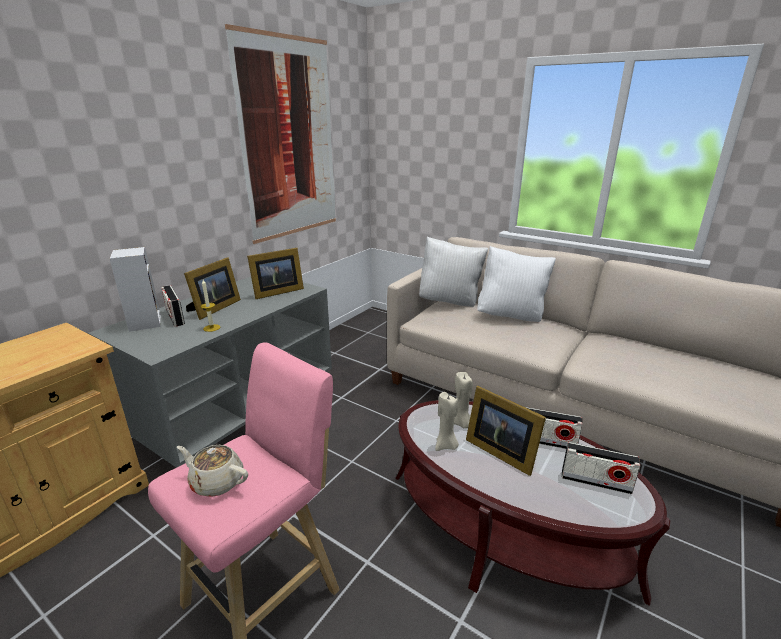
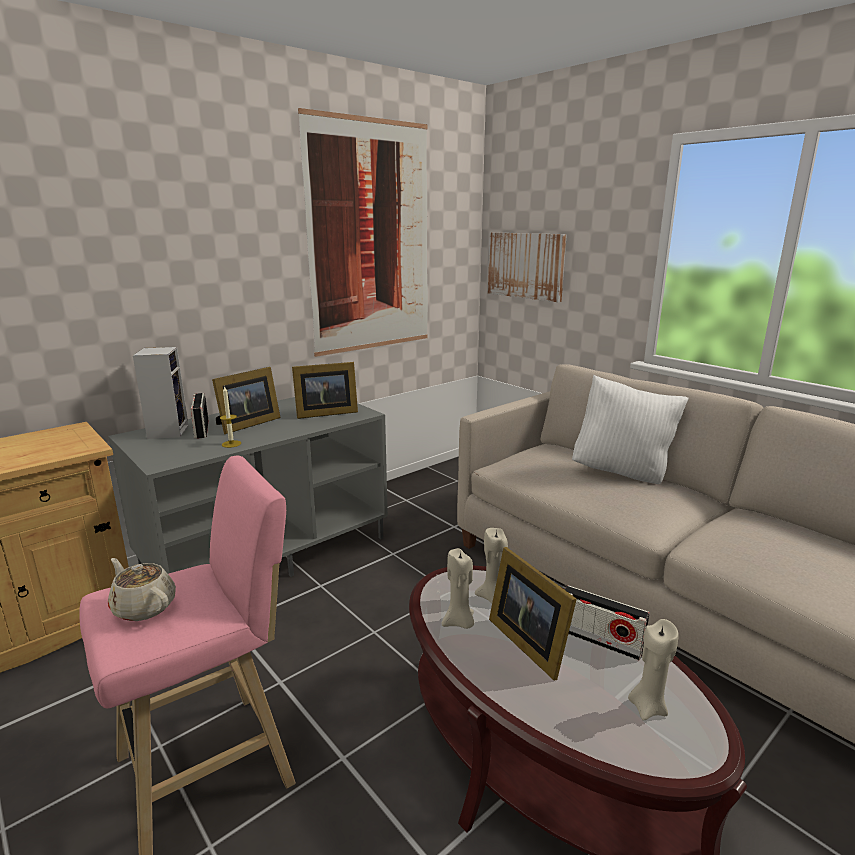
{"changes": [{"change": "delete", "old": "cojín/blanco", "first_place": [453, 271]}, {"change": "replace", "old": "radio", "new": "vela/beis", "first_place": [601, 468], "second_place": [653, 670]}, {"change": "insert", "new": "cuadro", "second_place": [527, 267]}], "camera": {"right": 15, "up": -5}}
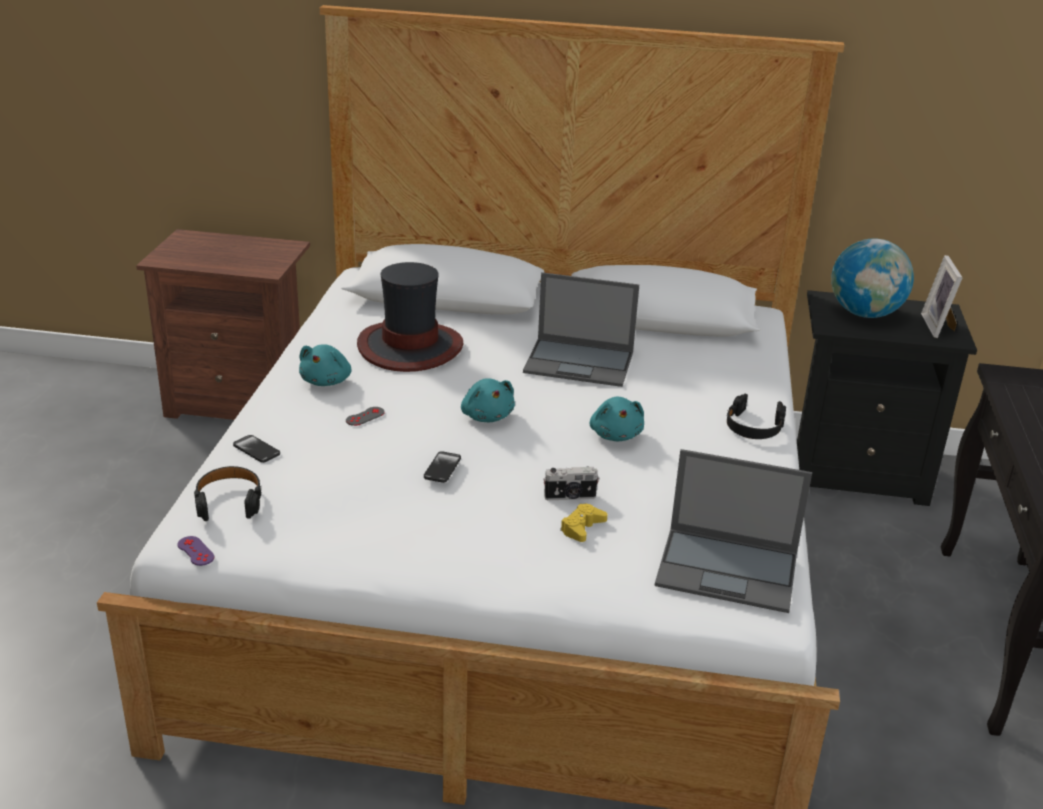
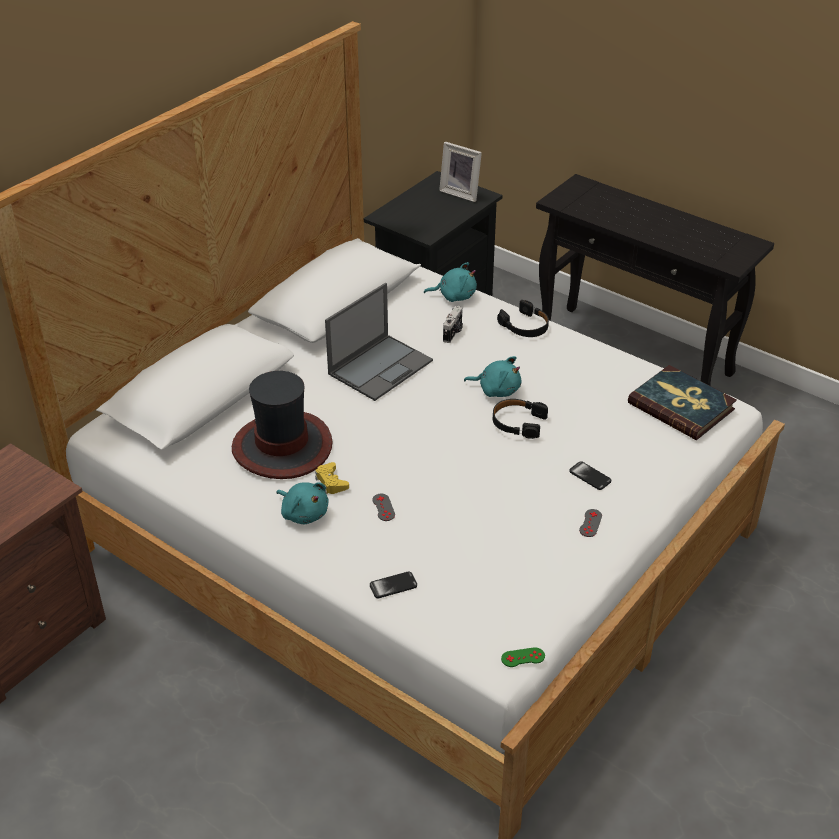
{"changes": [{"change": "recolor", "old": "mando de consola/morado", "new": "mando de consola/verde", "first_place": [195, 551], "second_place": [523, 657]}, {"change": "move", "old": "auriculares/negro", "first_place": [228, 493], "second_place": [520, 419]}, {"change": "move", "old": "móvil", "first_place": [442, 467], "second_place": [590, 475]}, {"change": "move", "old": "peluche/turquesa", "first_place": [488, 400], "second_place": [450, 282]}, {"change": "move", "old": "cámara", "first_place": [571, 483], "second_place": [453, 324]}, {"change": "move", "old": "mando de consola/amarillo", "first_place": [584, 523], "second_place": [332, 478]}, {"change": "replace", "old": "portátil", "new": "libro", "first_place": [733, 531], "second_place": [682, 402]}, {"change": "delete", "old": "globo terráqueo", "first_place": [872, 278]}, {"change": "insert", "new": "mando de consola/gris", "second_place": [590, 523]}], "camera": {"right": -60, "up": 10}}
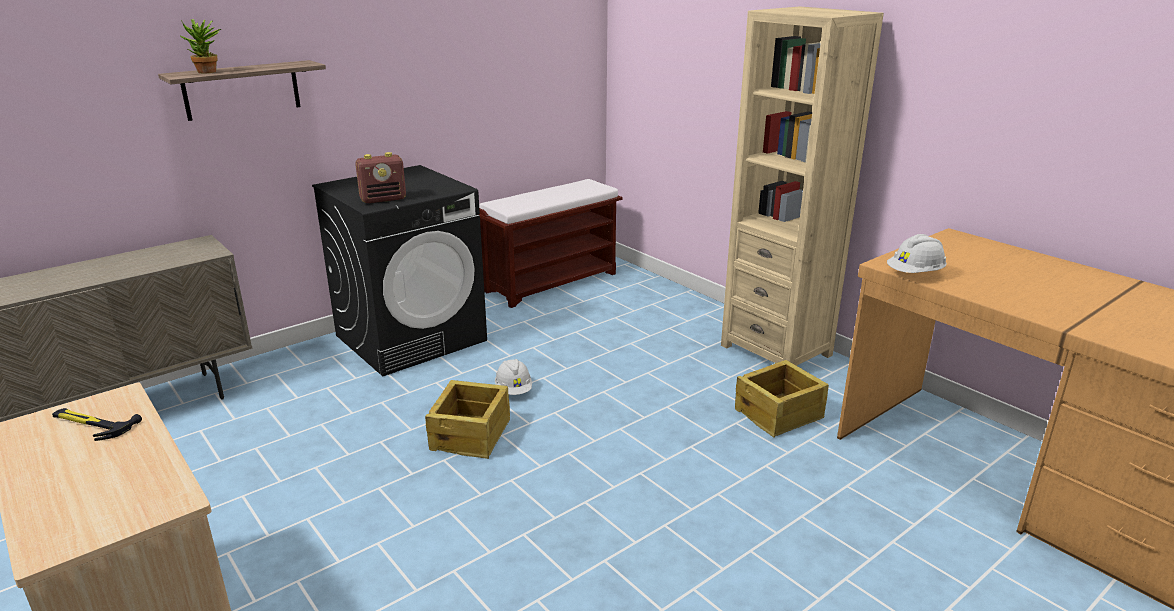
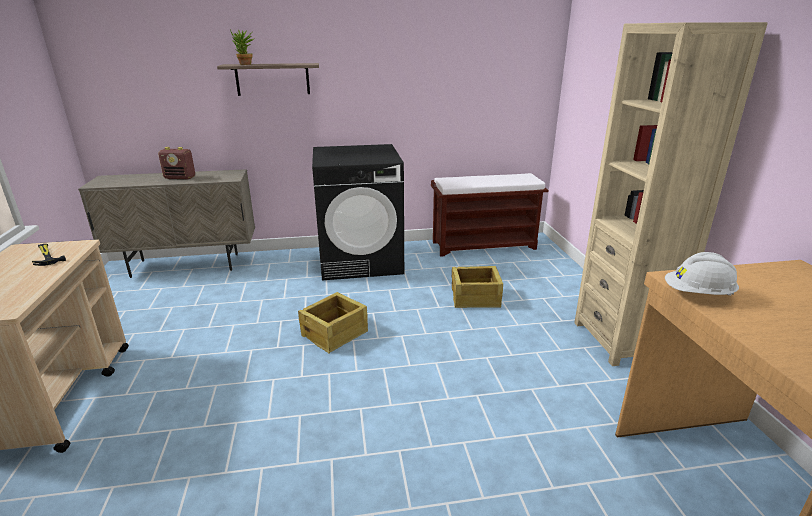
{"changes": [{"change": "move", "old": "radio", "first_place": [380, 178], "second_place": [176, 163]}, {"change": "delete", "old": "casco/blanco", "first_place": [513, 377]}, {"change": "move", "old": "caja de embalaje", "first_place": [782, 399], "second_place": [477, 287]}], "camera": {"right": 30, "up": 0}}
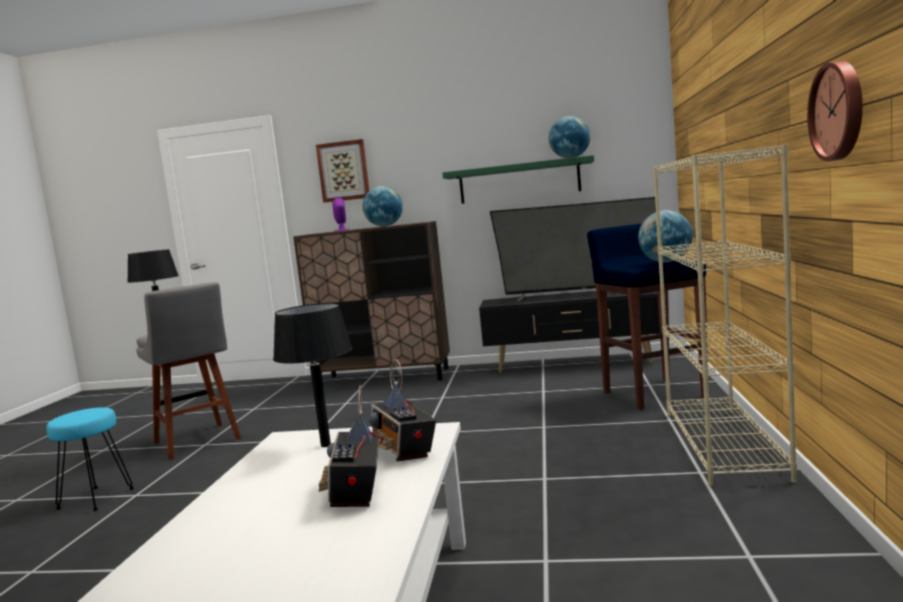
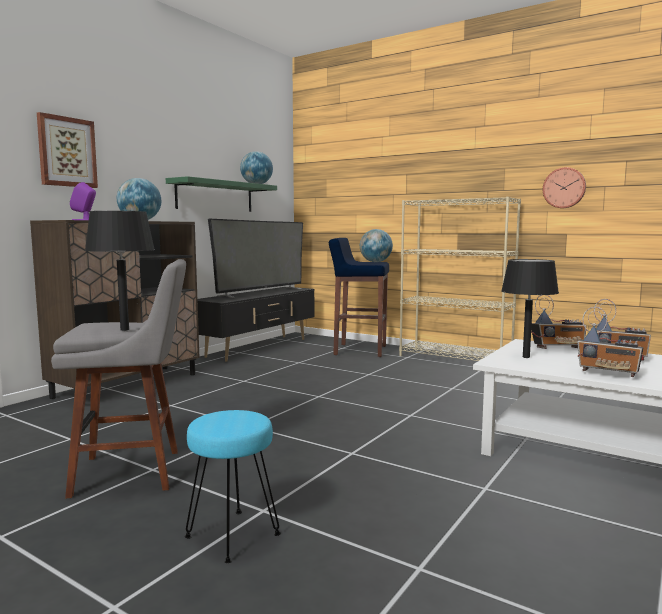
{"changes": [{"change": "insert", "new": "radio", "second_place": [610, 342]}], "camera": {"right": -65, "up": 0}}
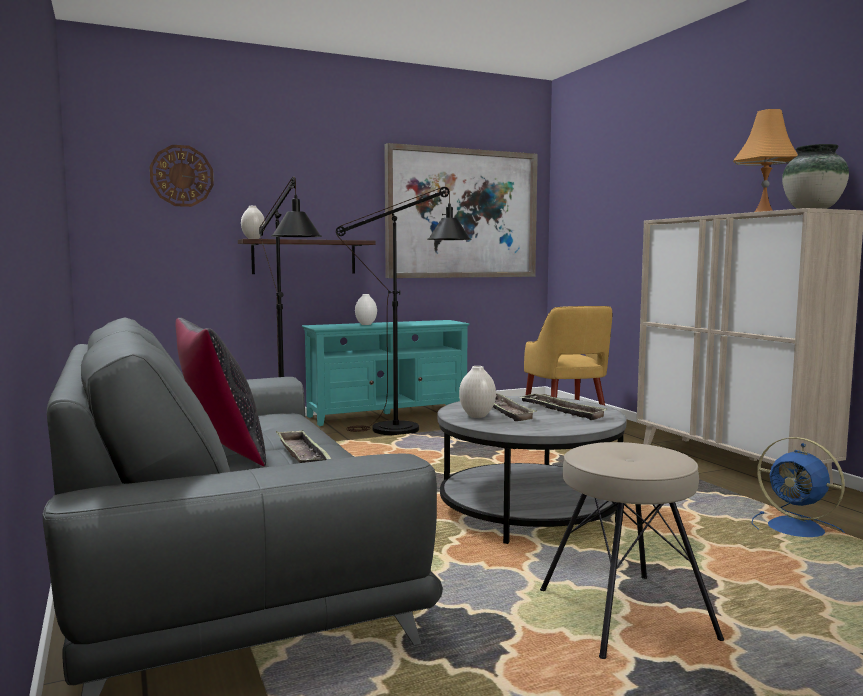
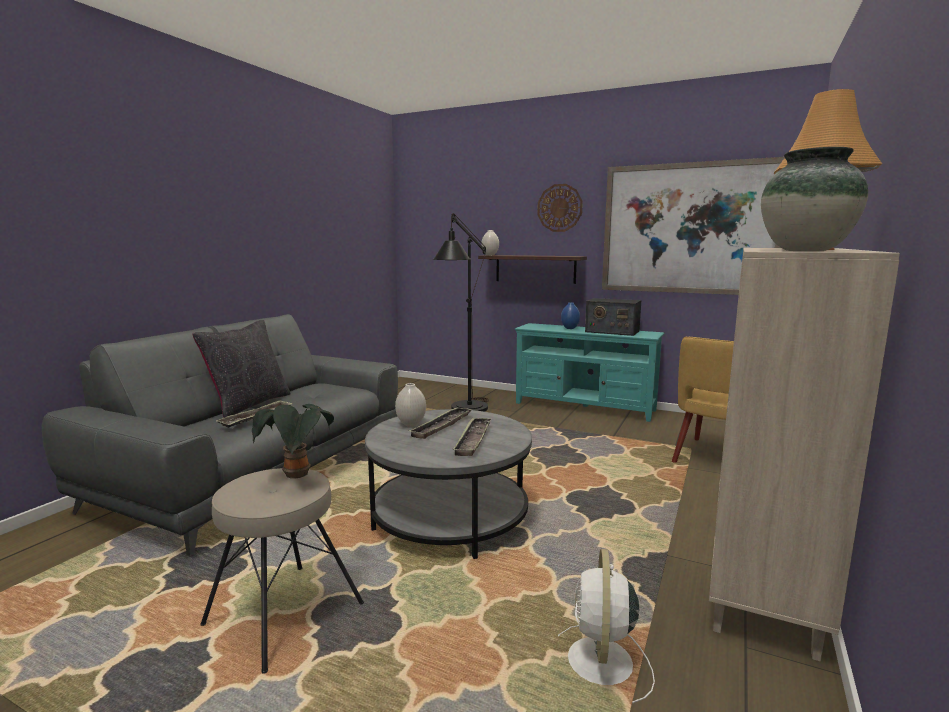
{"changes": [{"change": "move", "old": "reloj de pared", "first_place": [182, 176], "second_place": [560, 208]}, {"change": "delete", "old": "lámpara de pie/negro", "first_place": [403, 311]}, {"change": "recolor", "old": "florero/blanco", "new": "florero/azul", "first_place": [366, 309], "second_place": [570, 315]}, {"change": "recolor", "old": "ventilador/azul", "new": "ventilador/blanco", "first_place": [798, 487], "second_place": [606, 626]}, {"change": "insert", "new": "planta en maceta", "second_place": [293, 441]}, {"change": "insert", "new": "radio", "second_place": [613, 317]}], "camera": {"right": 50, "up": 5}}
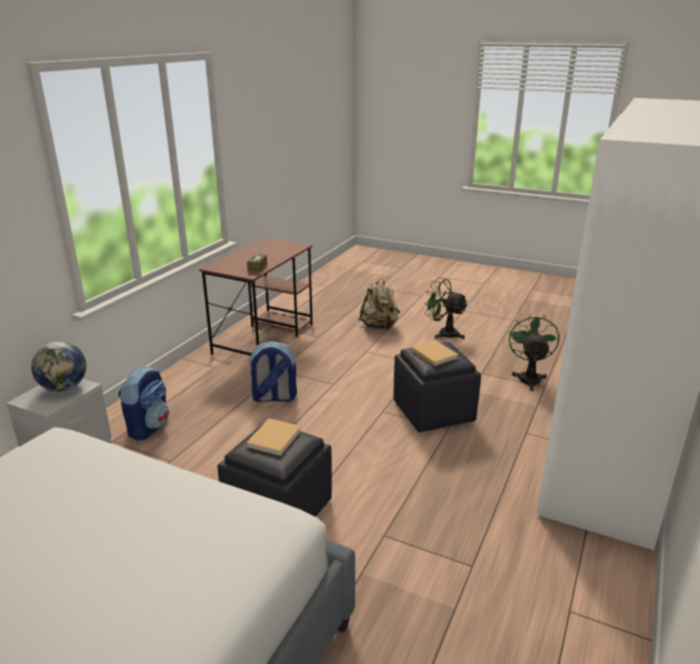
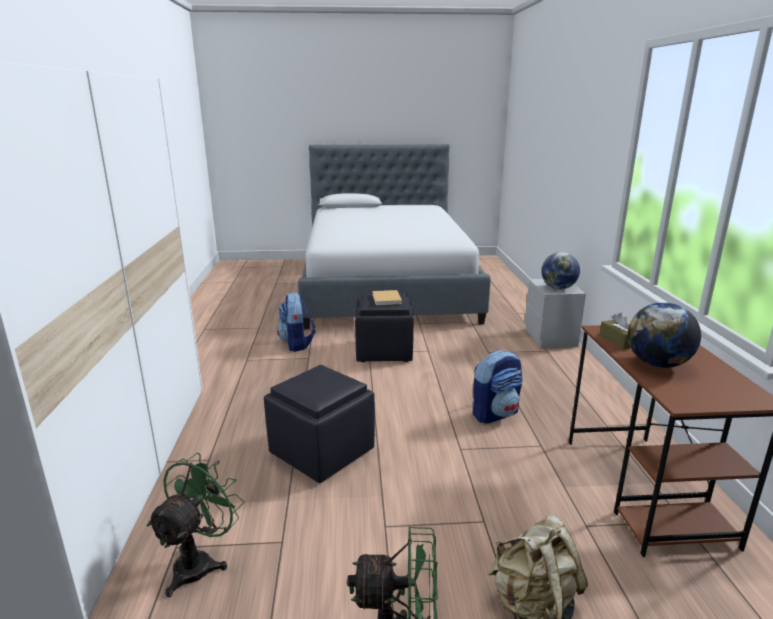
{"changes": [{"change": "move", "old": "mochila", "first_place": [143, 404], "second_place": [296, 322]}, {"change": "delete", "old": "libro/beis", "first_place": [435, 353]}, {"change": "rotate", "old": "ventilador/verde", "first_place": [534, 353], "second_place": [195, 525], "degrees": -135}, {"change": "insert", "new": "globo terráqueo", "second_place": [664, 335]}], "camera": {"right": 150, "up": -5}}
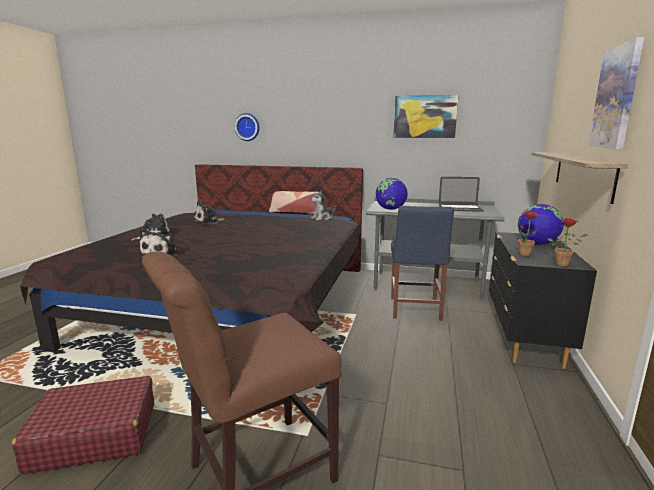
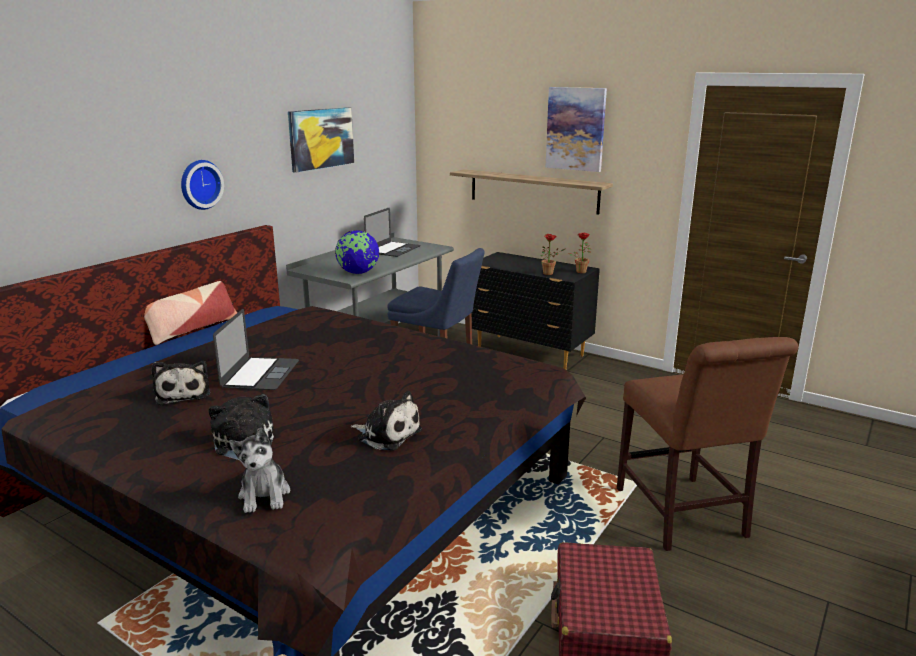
{"changes": [{"change": "move", "old": "reloj de pared", "first_place": [247, 127], "second_place": [202, 185]}, {"change": "move", "old": "peluche", "first_place": [323, 205], "second_place": [259, 470]}, {"change": "delete", "old": "globo terráqueo", "first_place": [541, 224]}, {"change": "insert", "new": "portátil", "second_place": [256, 349]}], "camera": {"right": -70, "up": 5}}
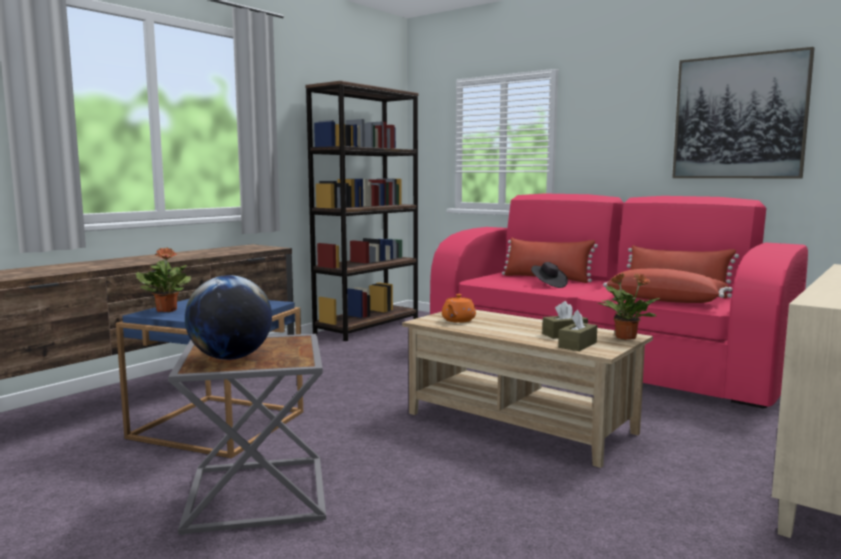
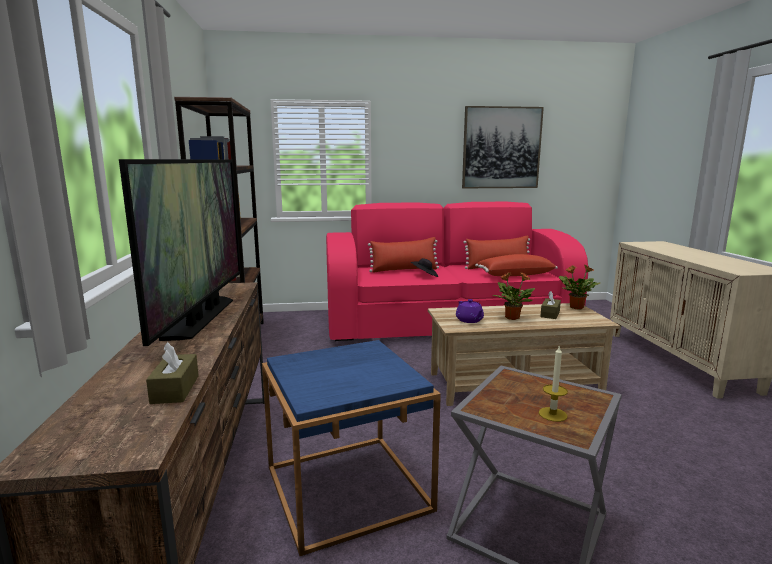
{"changes": [{"change": "move", "old": "planta en maceta", "first_place": [163, 279], "second_place": [514, 296]}, {"change": "replace", "old": "globo terráqueo", "new": "vela", "first_place": [228, 317], "second_place": [553, 383]}, {"change": "recolor", "old": "tetera/naranja", "new": "tetera/morado", "first_place": [459, 308], "second_place": [470, 311]}, {"change": "move", "old": "caja de pañuelos/marrón", "first_place": [577, 330], "second_place": [172, 373]}, {"change": "insert", "new": "televisor", "second_place": [180, 252]}], "camera": {"right": -45, "up": 5}}
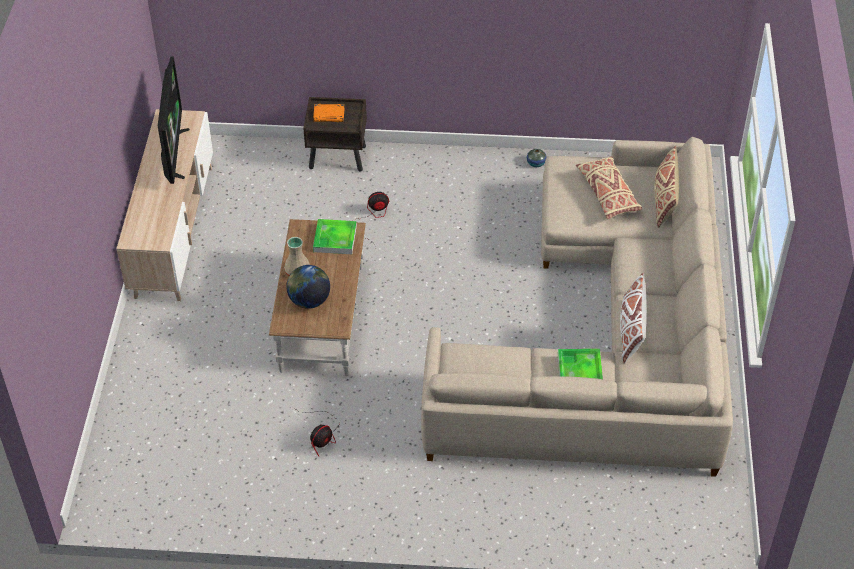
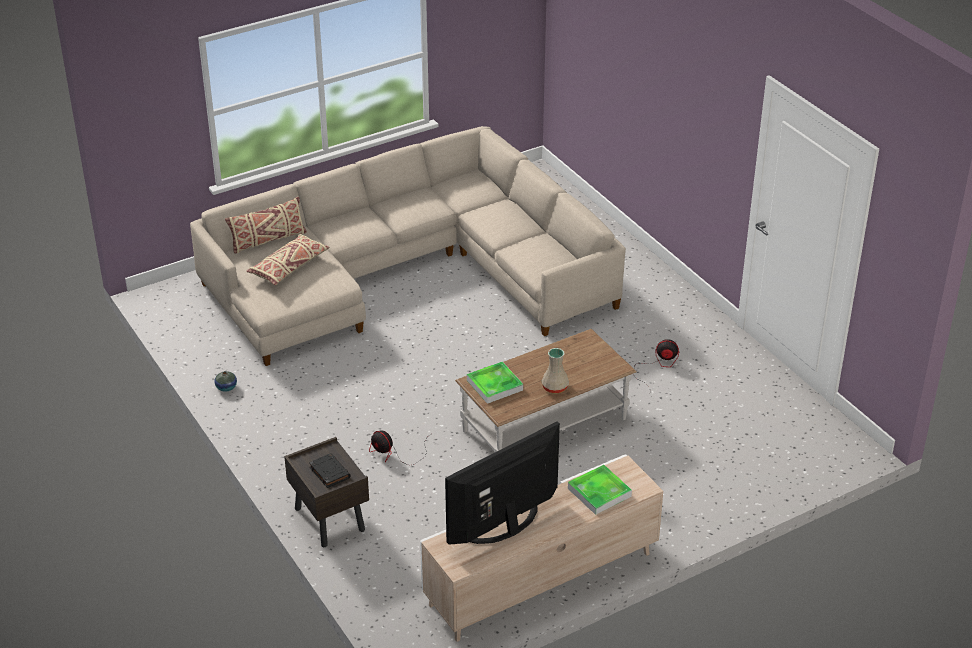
{"changes": [{"change": "delete", "old": "globo terráqueo", "first_place": [308, 287]}, {"change": "recolor", "old": "libro/naranja", "new": "libro/negro", "first_place": [329, 113], "second_place": [330, 470]}, {"change": "move", "old": "bandeja", "first_place": [580, 364], "second_place": [600, 490]}, {"change": "delete", "old": "cojín/blanco", "first_place": [633, 318]}], "camera": {"right": -125, "up": -10}}
